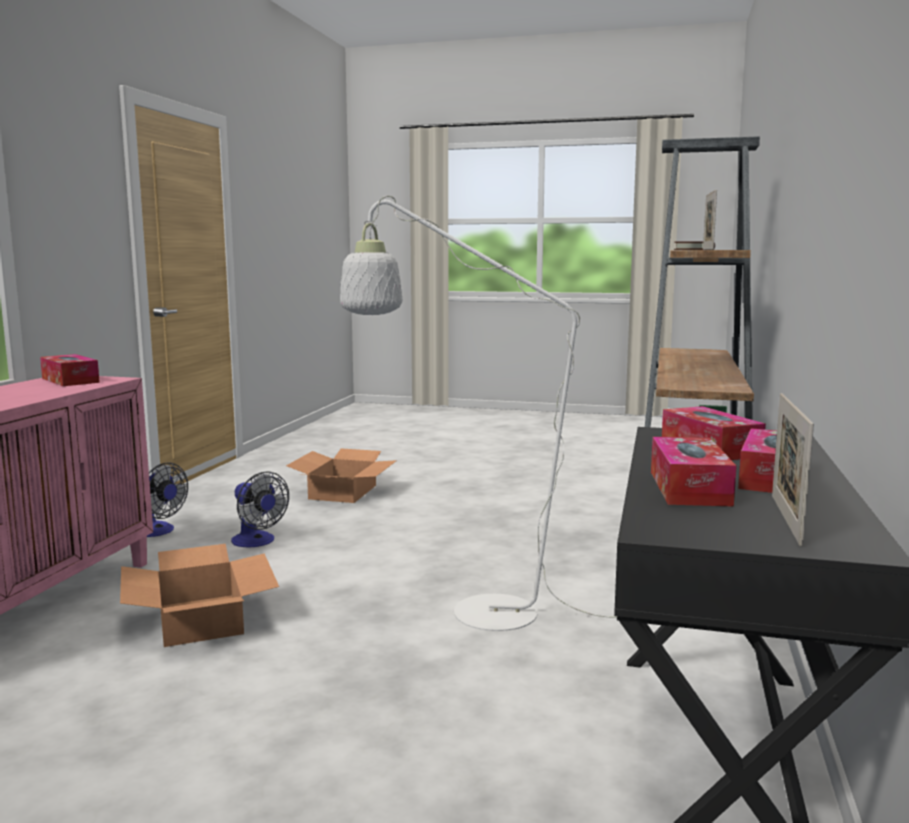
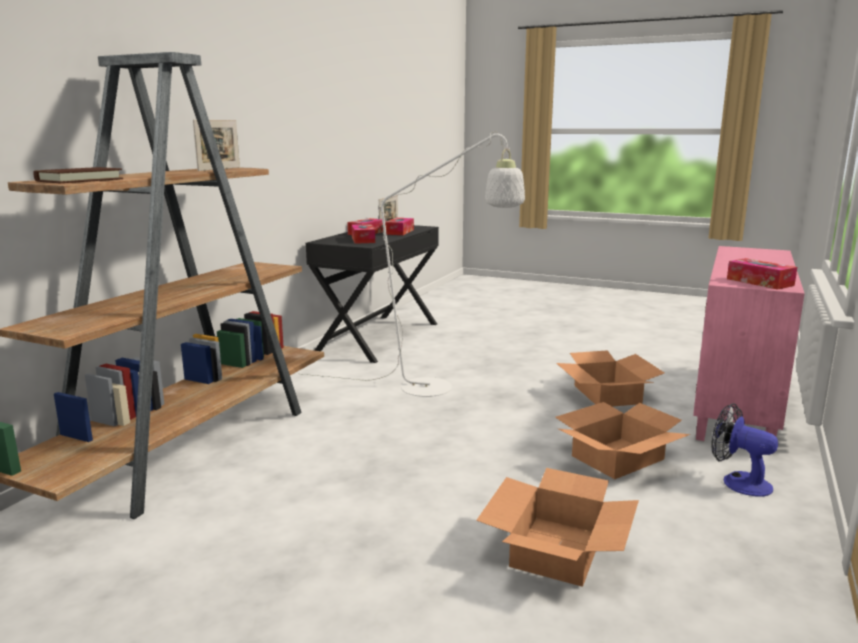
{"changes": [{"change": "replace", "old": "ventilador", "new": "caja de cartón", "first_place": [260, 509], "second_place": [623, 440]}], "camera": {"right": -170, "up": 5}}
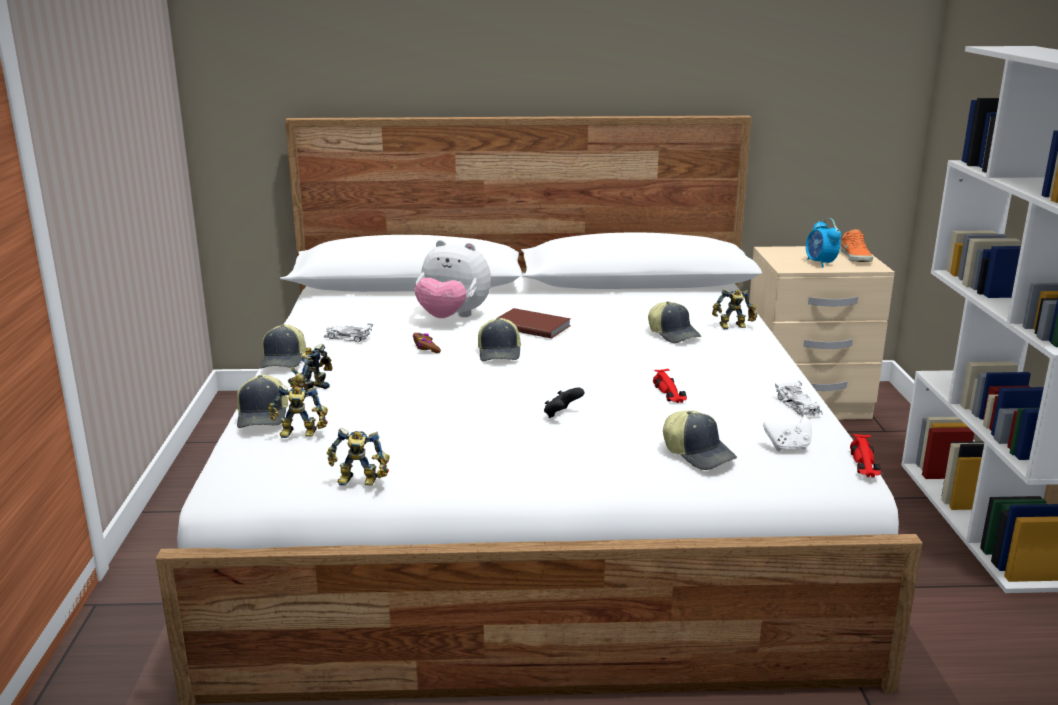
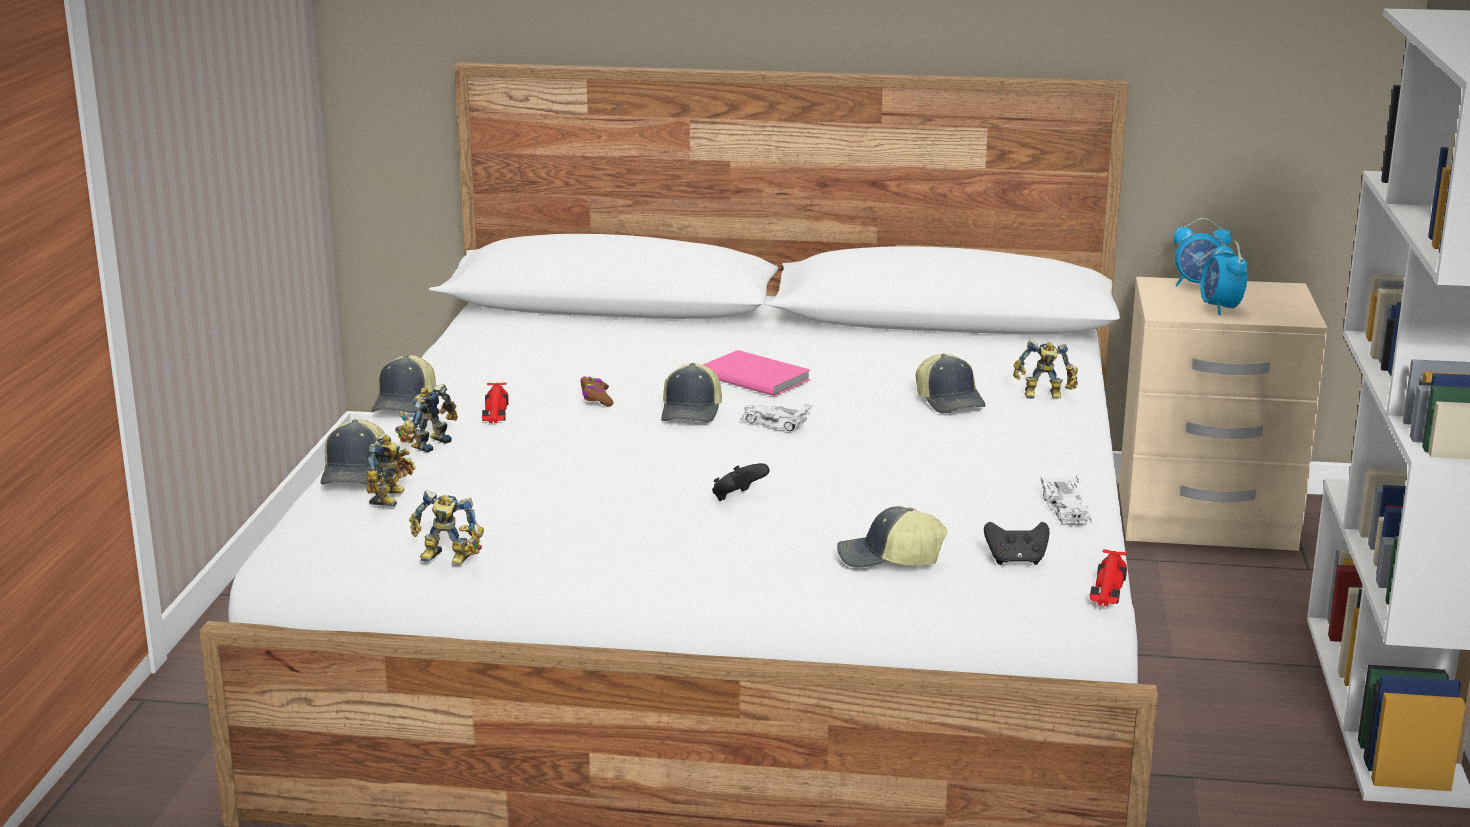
{"changes": [{"change": "rotate", "old": "robot de juguete", "first_place": [298, 411], "second_place": [391, 469], "degrees": -90}, {"change": "move", "old": "coche de juguete/blanco", "first_place": [348, 333], "second_place": [776, 417]}, {"change": "delete", "old": "peluche", "first_place": [453, 279]}, {"change": "recolor", "old": "libro/marrón", "new": "libro/rosa", "first_place": [534, 323], "second_place": [756, 373]}, {"change": "move", "old": "coche de juguete/rojo", "first_place": [670, 386], "second_place": [495, 403]}, {"change": "rotate", "old": "gorra", "first_place": [700, 440], "second_place": [892, 537], "degrees": 120}, {"change": "recolor", "old": "mando de consola/blanco", "new": "mando de consola/negro", "first_place": [787, 434], "second_place": [1017, 543]}, {"change": "delete", "old": "zapato/naranja", "first_place": [857, 245]}, {"change": "insert", "new": "despertador", "second_place": [1203, 252]}], "camera": {"right": 10, "up": 0}}
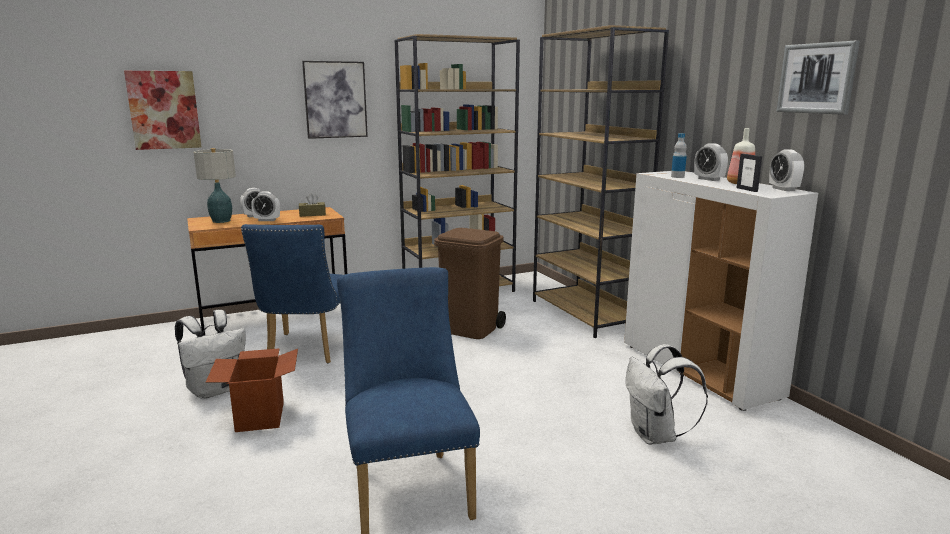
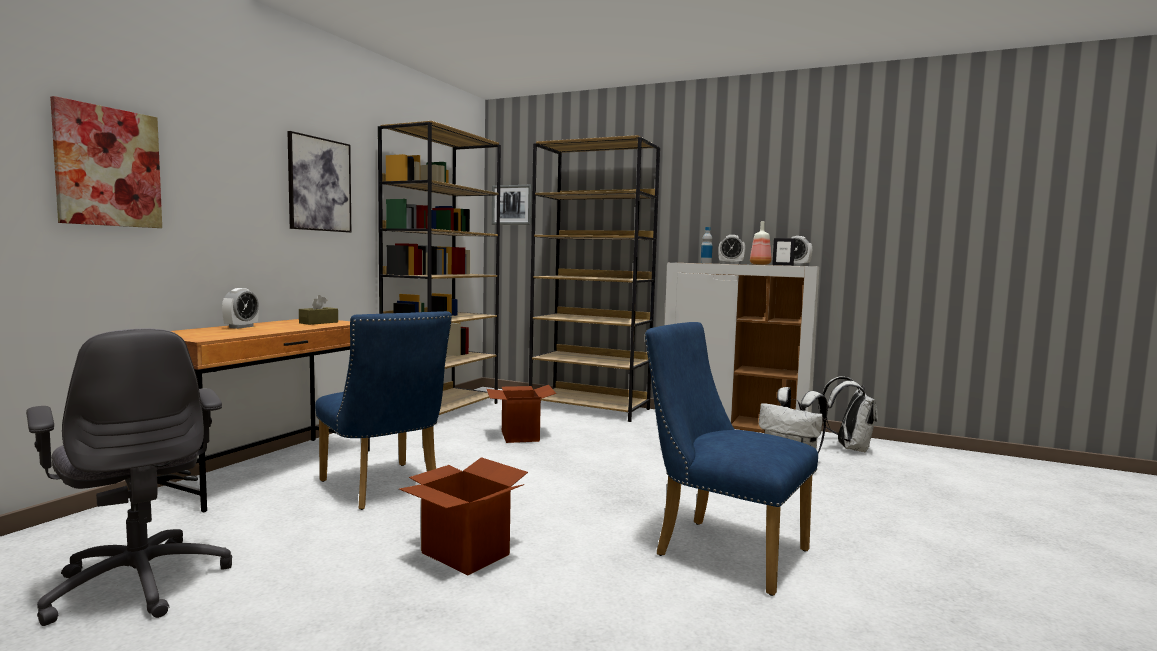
{"changes": [{"change": "move", "old": "mochila/blanco", "first_place": [210, 354], "second_place": [848, 414]}, {"change": "delete", "old": "lámpara de mesa", "first_place": [215, 185]}, {"change": "delete", "old": "despertador", "first_place": [265, 206]}, {"change": "replace", "old": "papelera/marrón", "new": "caja de cartón", "first_place": [470, 283], "second_place": [521, 414]}, {"change": "move", "old": "cuadro", "first_place": [818, 77], "second_place": [512, 205]}, {"change": "insert", "new": "silla de oficina/gris", "second_place": [129, 477]}], "camera": {"right": -40, "up": -10}}
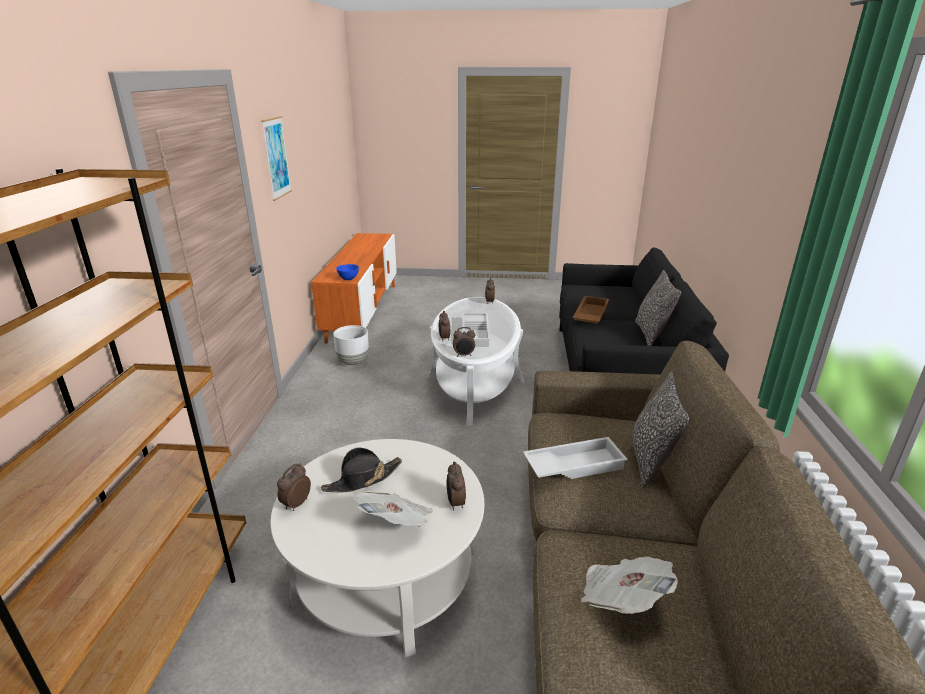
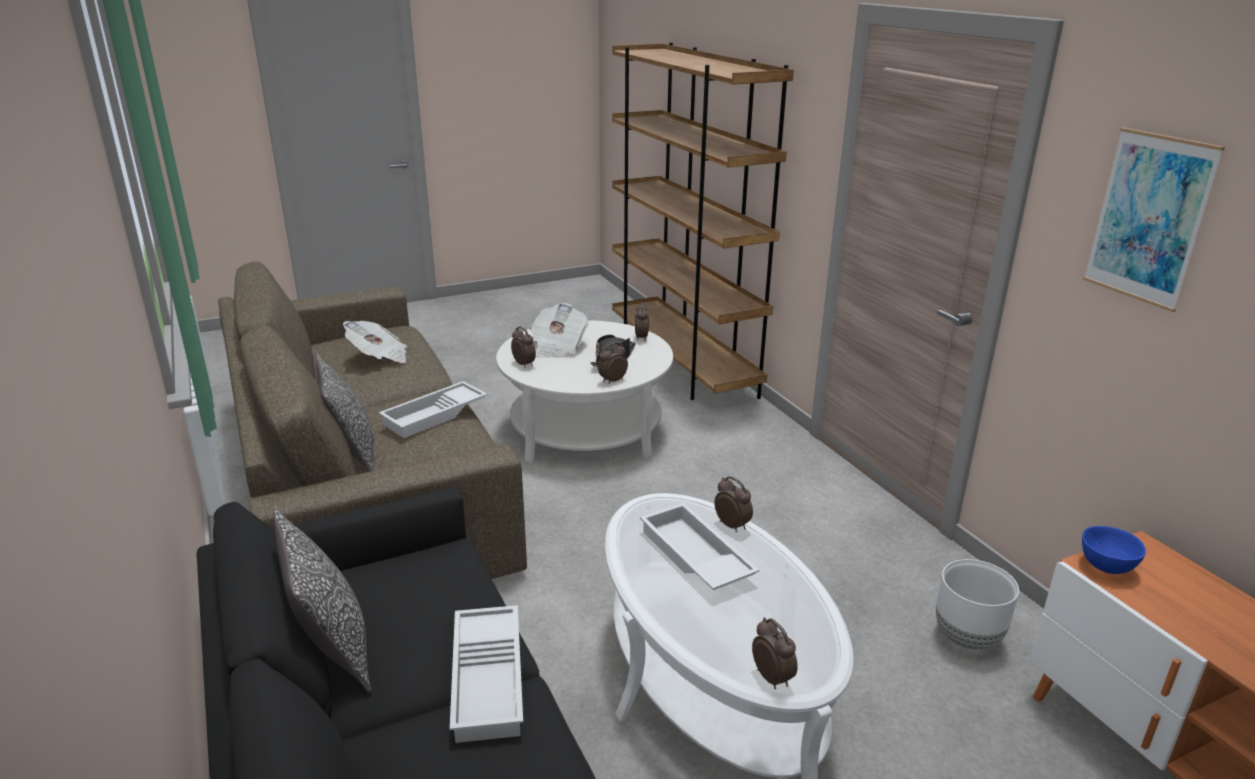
{"changes": [{"change": "move", "old": "despertador", "first_place": [464, 342], "second_place": [613, 363]}, {"change": "recolor", "old": "bandeja/marrón", "new": "bandeja/blanco", "first_place": [591, 309], "second_place": [486, 674]}], "camera": {"right": 150, "up": 0}}
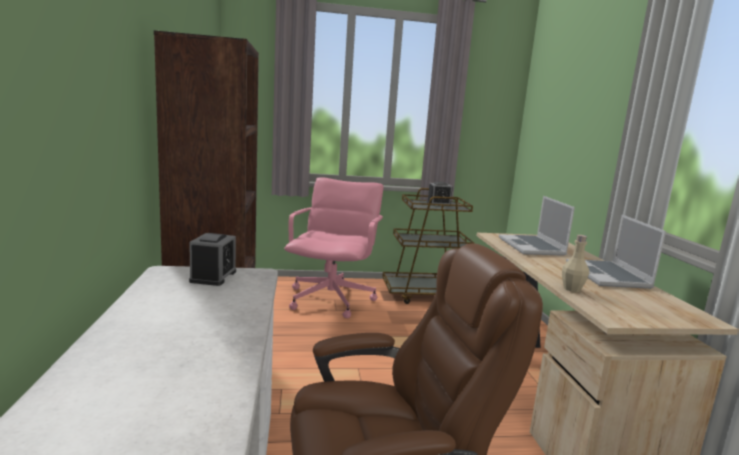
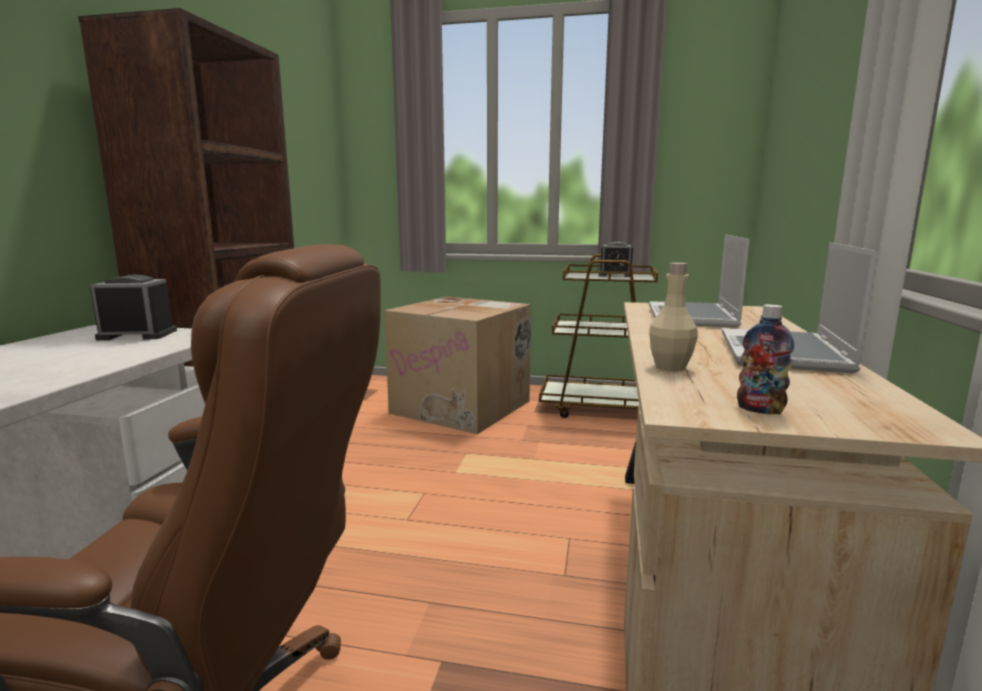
{"changes": [{"change": "rotate", "old": "despertador", "first_place": [212, 259], "second_place": [133, 307], "degrees": -120}, {"change": "replace", "old": "silla de oficina/rosa", "new": "caja de cartón", "first_place": [333, 247], "second_place": [457, 365]}, {"change": "insert", "new": "botella", "second_place": [765, 359]}], "camera": {"right": 20, "up": 0}}
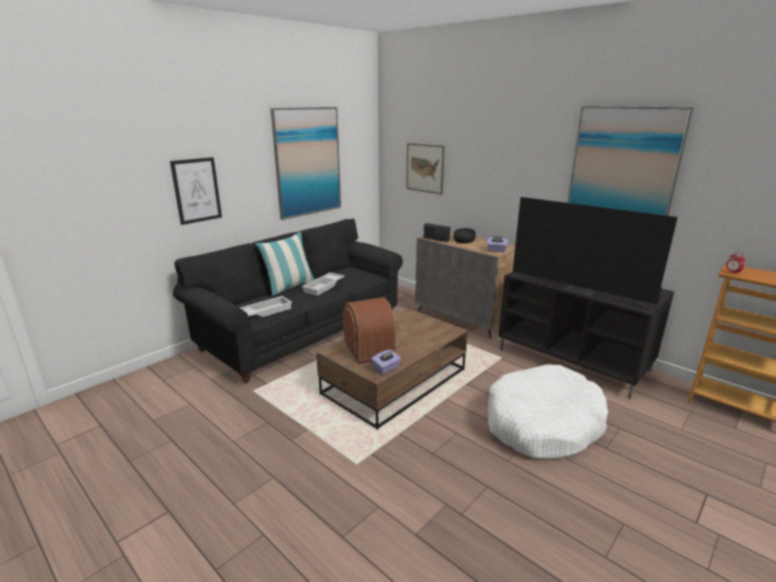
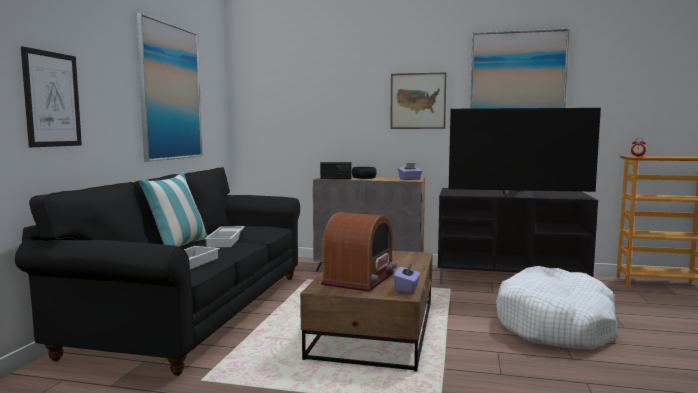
{"changes": [{"change": "rotate", "old": "radio", "first_place": [370, 330], "second_place": [359, 252], "degrees": 75}, {"change": "move", "old": "cuadro", "first_place": [425, 168], "second_place": [418, 100]}], "camera": {"right": -30, "up": -15}}
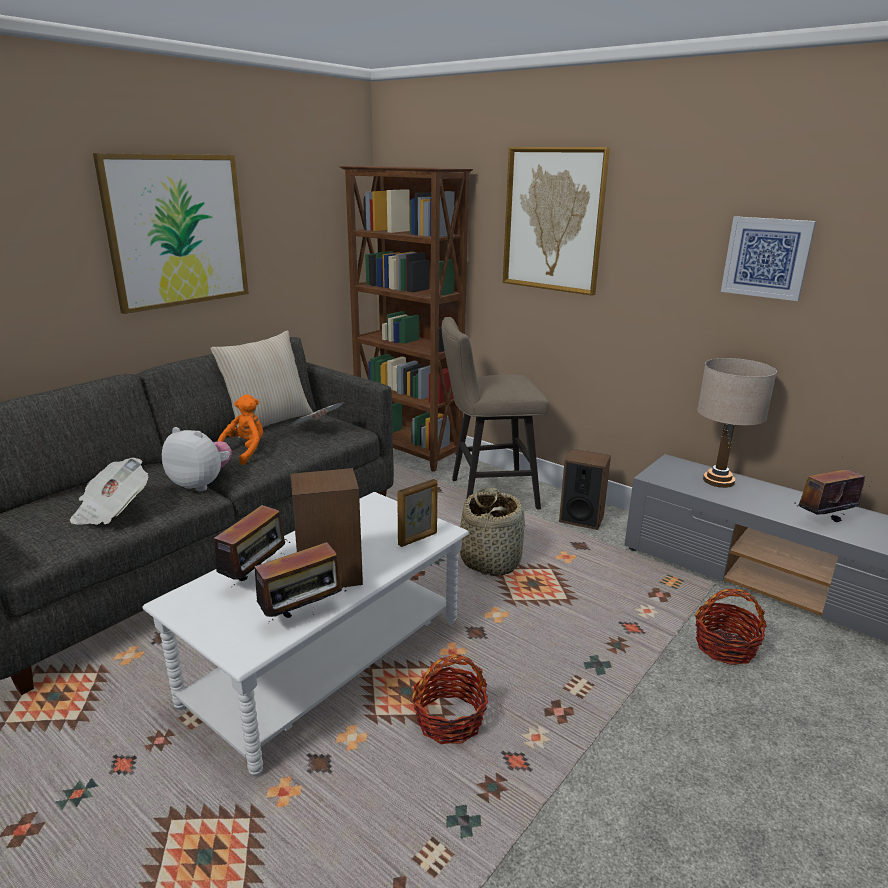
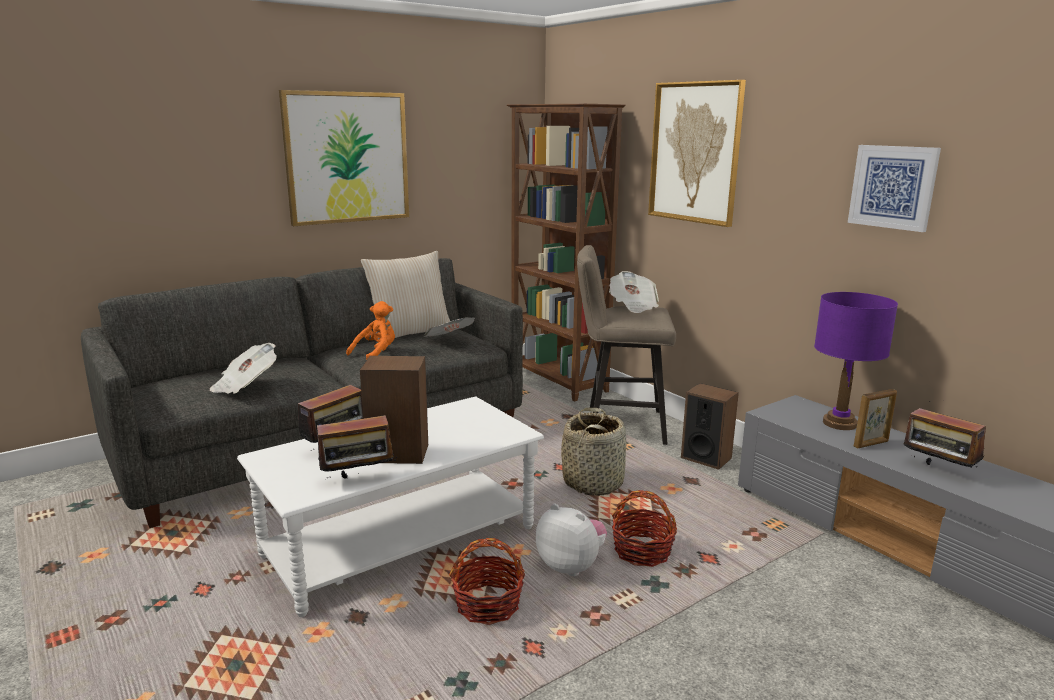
{"changes": [{"change": "move", "old": "peluche", "first_place": [197, 459], "second_place": [571, 540]}, {"change": "move", "old": "portarretratos", "first_place": [417, 513], "second_place": [875, 418]}, {"change": "move", "old": "cesta", "first_place": [731, 627], "second_place": [644, 528]}, {"change": "recolor", "old": "lámpara de mesa/beis", "new": "lámpara de mesa/morado", "first_place": [737, 423], "second_place": [856, 361]}, {"change": "rotate", "old": "radio", "first_place": [830, 489], "second_place": [944, 434], "degrees": -120}, {"change": "insert", "new": "periódico", "second_place": [634, 292]}], "camera": {"right": 15, "up": -5}}
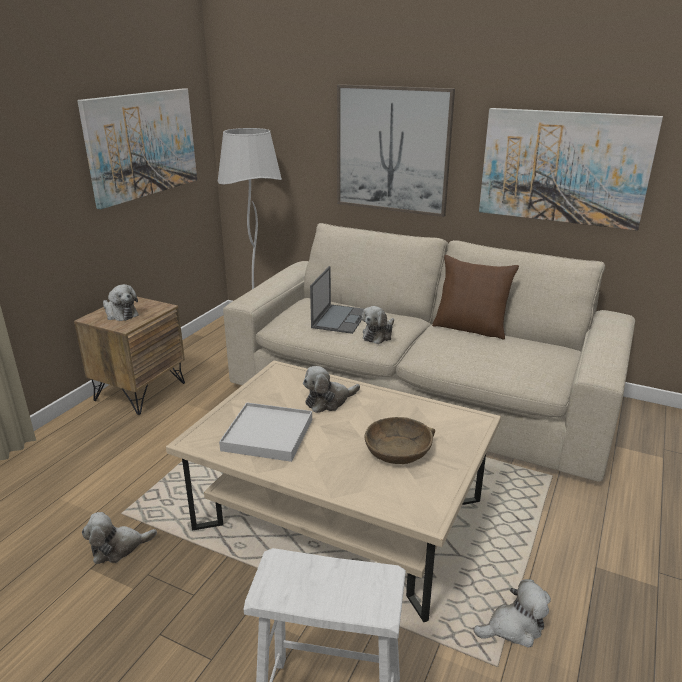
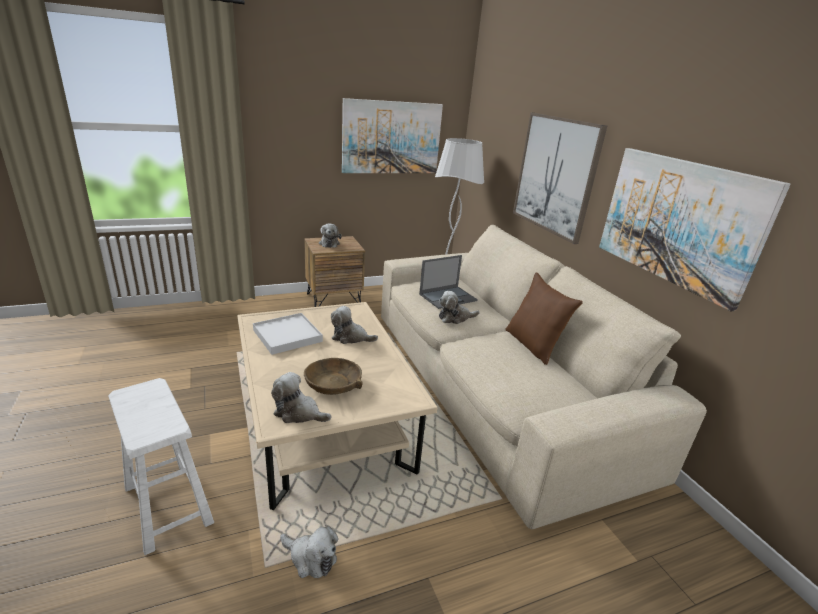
{"changes": [{"change": "move", "old": "peluche", "first_place": [119, 538], "second_place": [301, 397]}], "camera": {"right": 40, "up": 0}}
